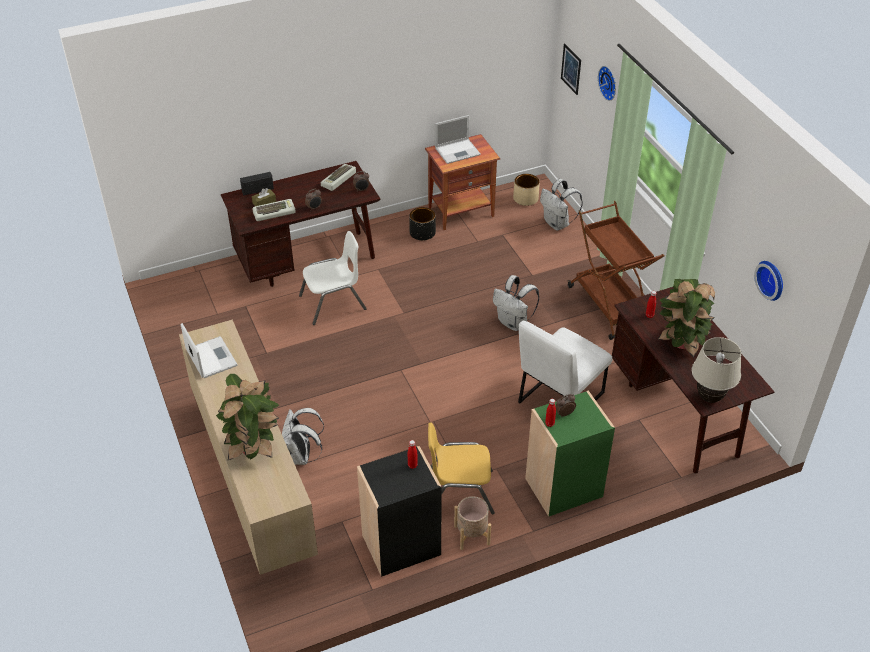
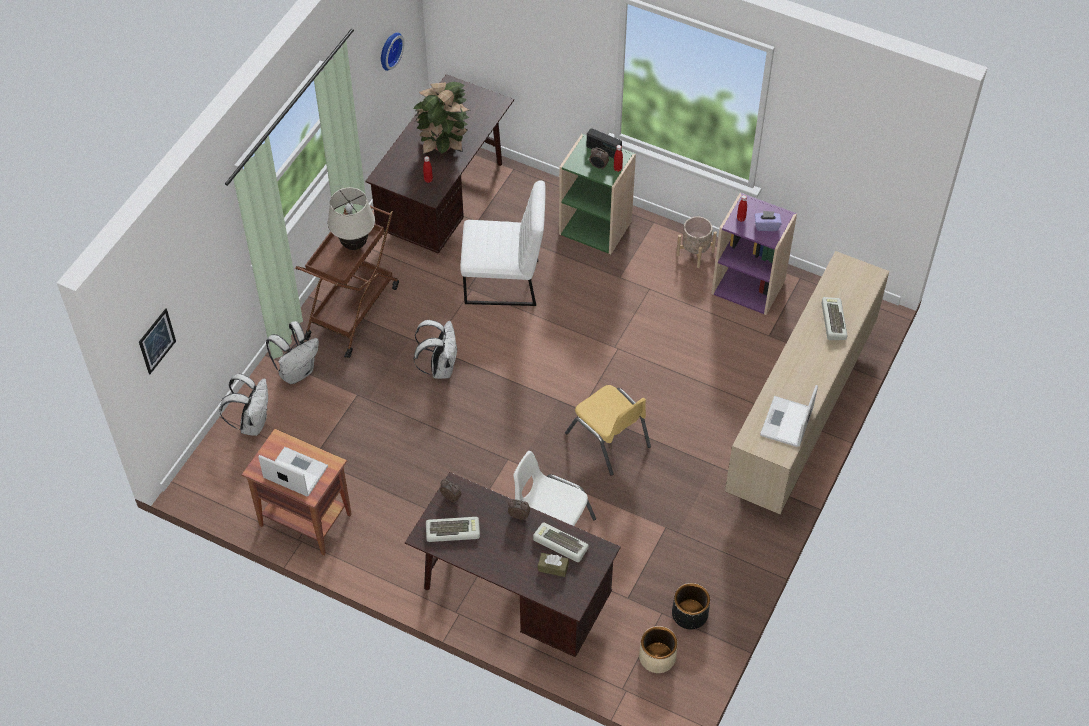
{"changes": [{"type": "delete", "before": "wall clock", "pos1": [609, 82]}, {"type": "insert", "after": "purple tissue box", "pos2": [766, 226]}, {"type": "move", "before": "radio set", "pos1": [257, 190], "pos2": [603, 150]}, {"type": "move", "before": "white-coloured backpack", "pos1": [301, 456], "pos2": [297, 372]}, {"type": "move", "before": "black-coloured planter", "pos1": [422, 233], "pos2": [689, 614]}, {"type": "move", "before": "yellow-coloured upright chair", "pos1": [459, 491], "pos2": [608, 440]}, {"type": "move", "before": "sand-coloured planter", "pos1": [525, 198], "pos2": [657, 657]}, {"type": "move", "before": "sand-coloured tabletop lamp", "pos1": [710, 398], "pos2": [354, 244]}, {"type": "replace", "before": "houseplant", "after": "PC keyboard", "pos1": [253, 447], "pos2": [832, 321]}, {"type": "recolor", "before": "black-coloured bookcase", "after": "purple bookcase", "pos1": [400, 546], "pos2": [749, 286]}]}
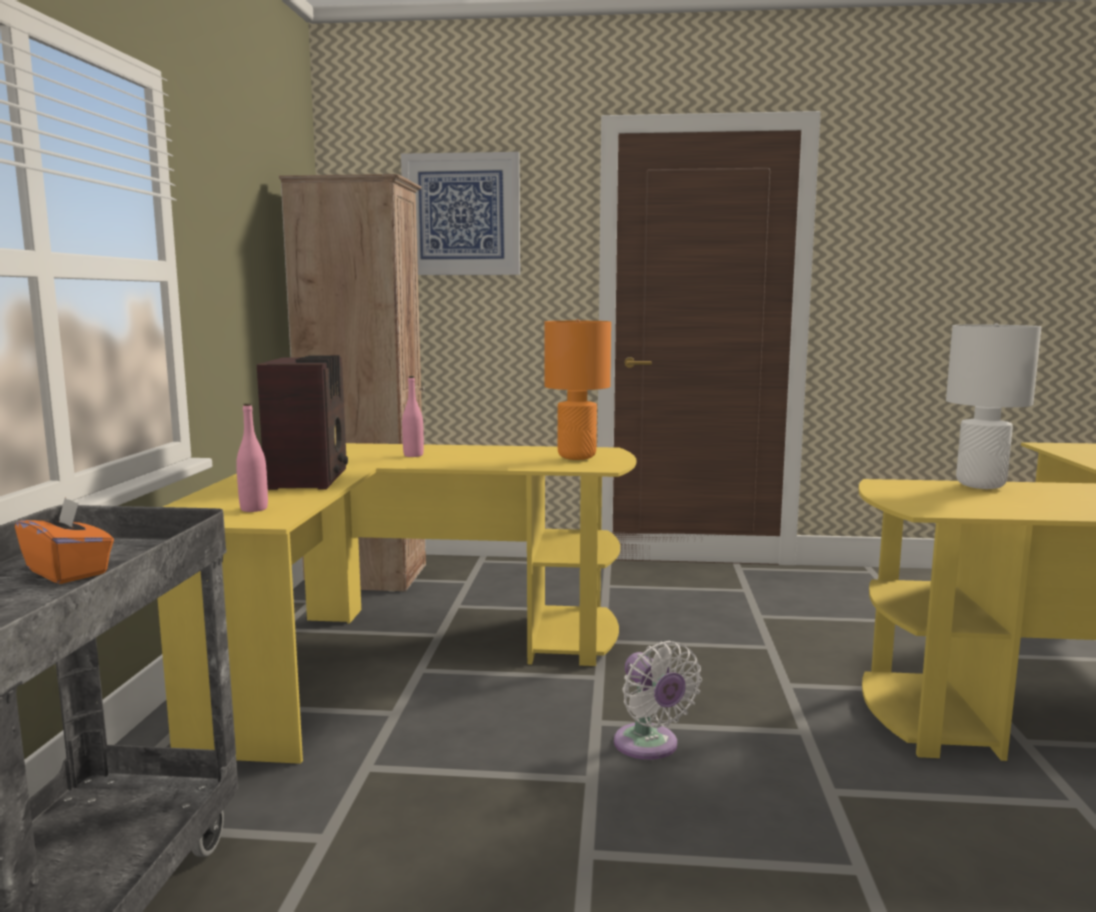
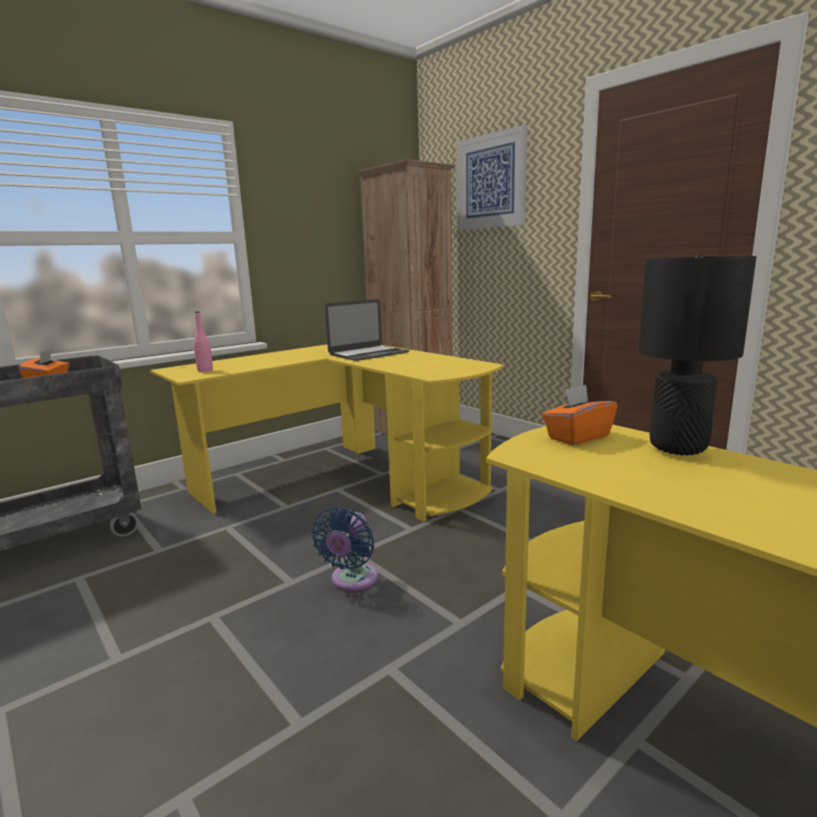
{"changes": [{"type": "delete", "before": "radio set", "pos1": [310, 479]}, {"type": "delete", "before": "orange tabletop lamp", "pos1": [577, 458]}, {"type": "insert", "after": "orange tissue box", "pos2": [577, 437]}, {"type": "replace", "before": "pinkish bottle", "after": "portable computer", "pos1": [413, 455], "pos2": [368, 353]}, {"type": "recolor", "before": "white-coloured electric fan", "after": "blue electric fan", "pos1": [649, 746], "pos2": [352, 581]}, {"type": "recolor", "before": "white-coloured tabletop lamp", "after": "black-coloured tabletop lamp", "pos1": [979, 486], "pos2": [677, 450]}]}
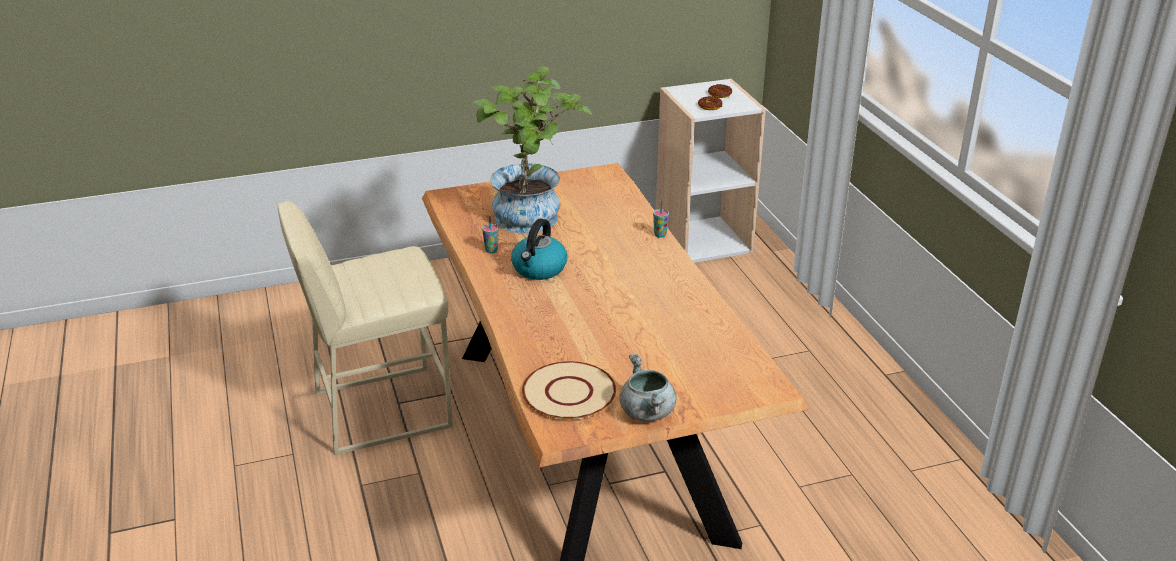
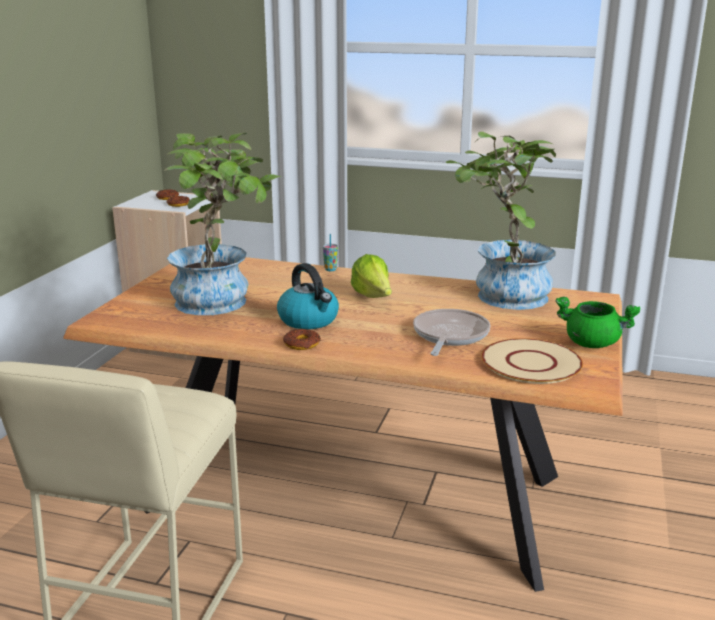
{"changes": [{"type": "delete", "before": "small cup", "pos1": [491, 250]}, {"type": "insert", "after": "doughnut", "pos2": [302, 344]}, {"type": "insert", "after": "lettuce", "pos2": [373, 297]}, {"type": "insert", "after": "frying pan", "pos2": [449, 336]}, {"type": "insert", "after": "houseplant", "pos2": [501, 295]}, {"type": "recolor", "before": "gray saucepot", "after": "green-coloured saucepot", "pos1": [647, 412], "pos2": [592, 343]}]}
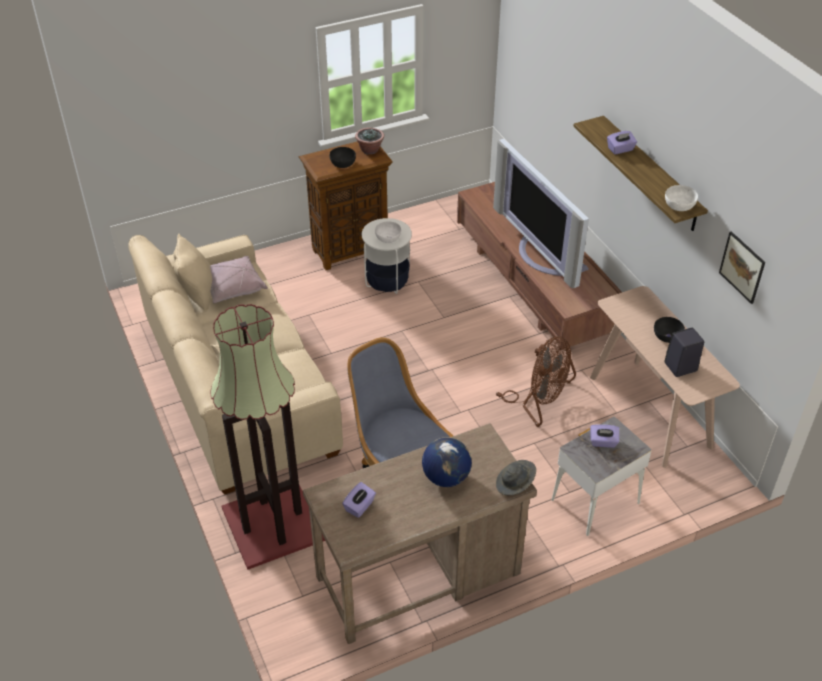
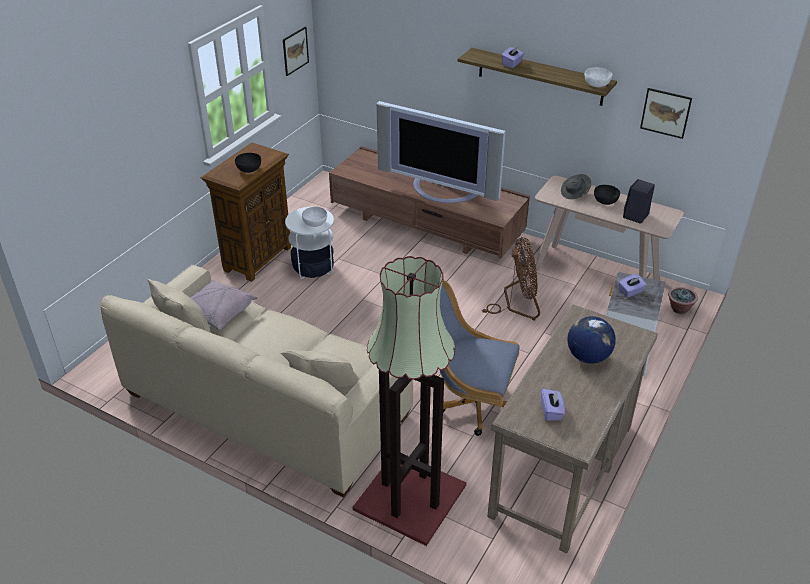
{"changes": [{"type": "insert", "after": "wall art", "pos2": [295, 51]}, {"type": "move", "before": "houseplant", "pos1": [370, 150], "pos2": [679, 309]}, {"type": "move", "before": "gray wearable hat", "pos1": [515, 484], "pos2": [575, 193]}]}
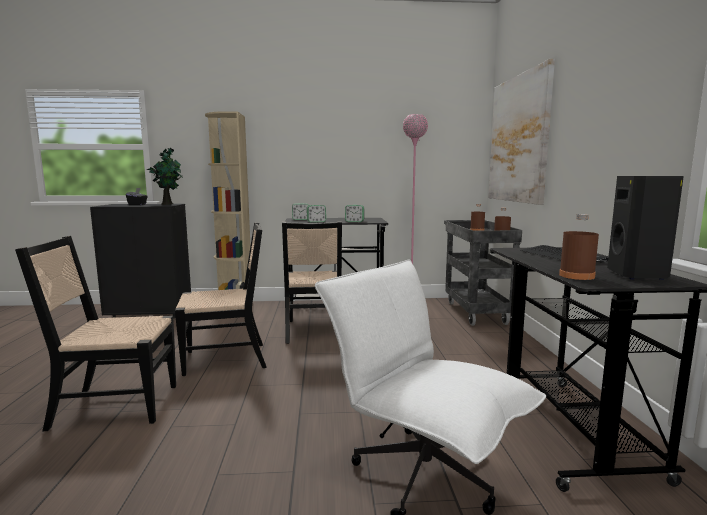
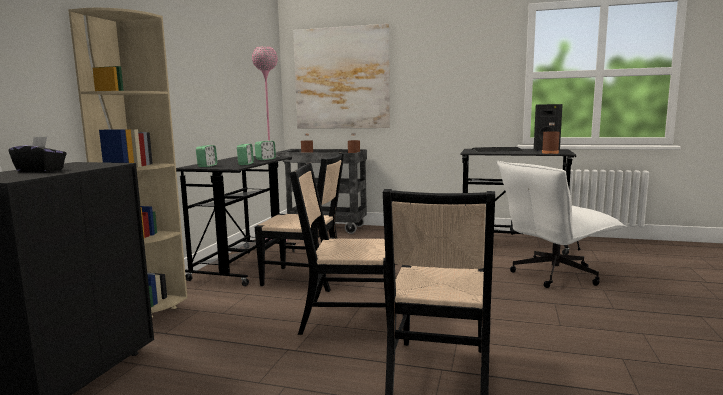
{"changes": [{"type": "delete", "before": "houseplant", "pos1": [168, 204]}, {"type": "rotate", "before": "upright chair", "pos1": [226, 359], "pos2": [348, 319], "turn": -90}]}
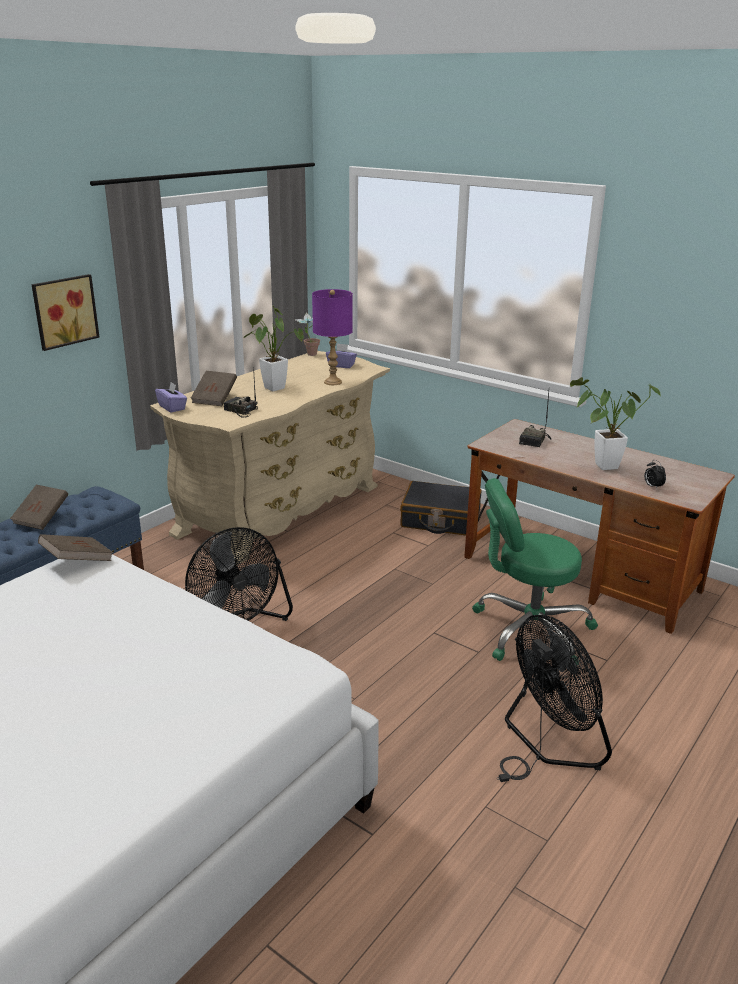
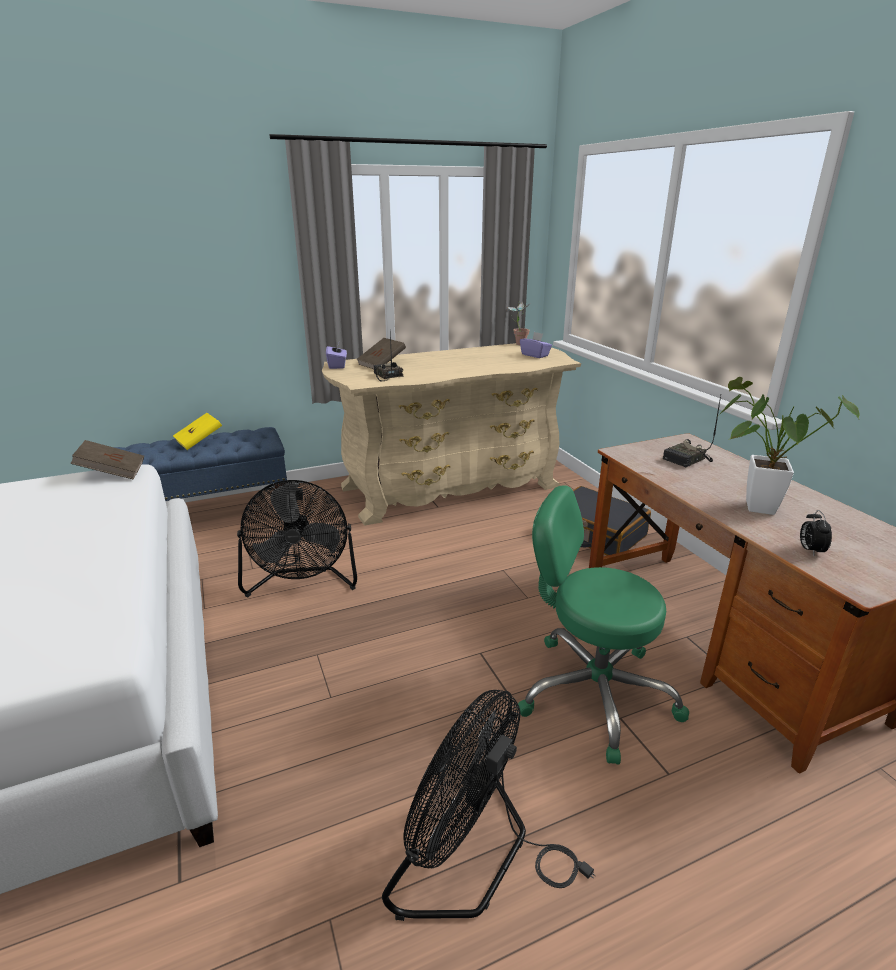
{"changes": [{"type": "delete", "before": "wall art", "pos1": [64, 311]}, {"type": "delete", "before": "houseplant", "pos1": [272, 387]}, {"type": "delete", "before": "purple tabletop lamp", "pos1": [332, 382]}, {"type": "recolor", "before": "brown-coloured bound book", "after": "yellow-coloured bound book", "pos1": [42, 518], "pos2": [199, 441]}, {"type": "rotate", "before": "black-coloured electric fan", "pos1": [541, 740], "pos2": [483, 853], "turn": -150}]}
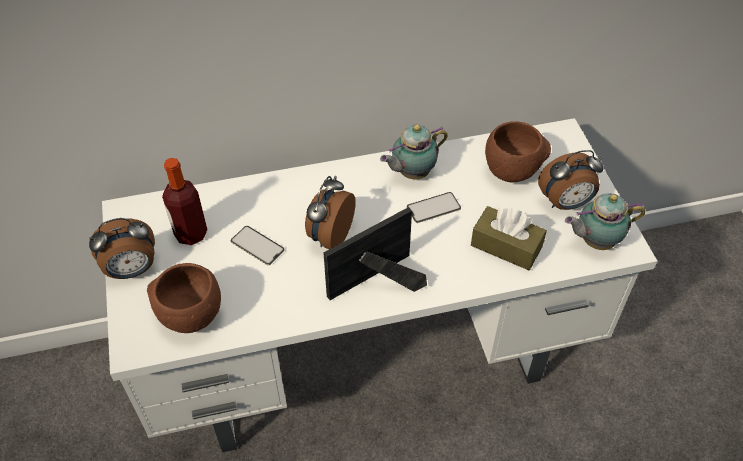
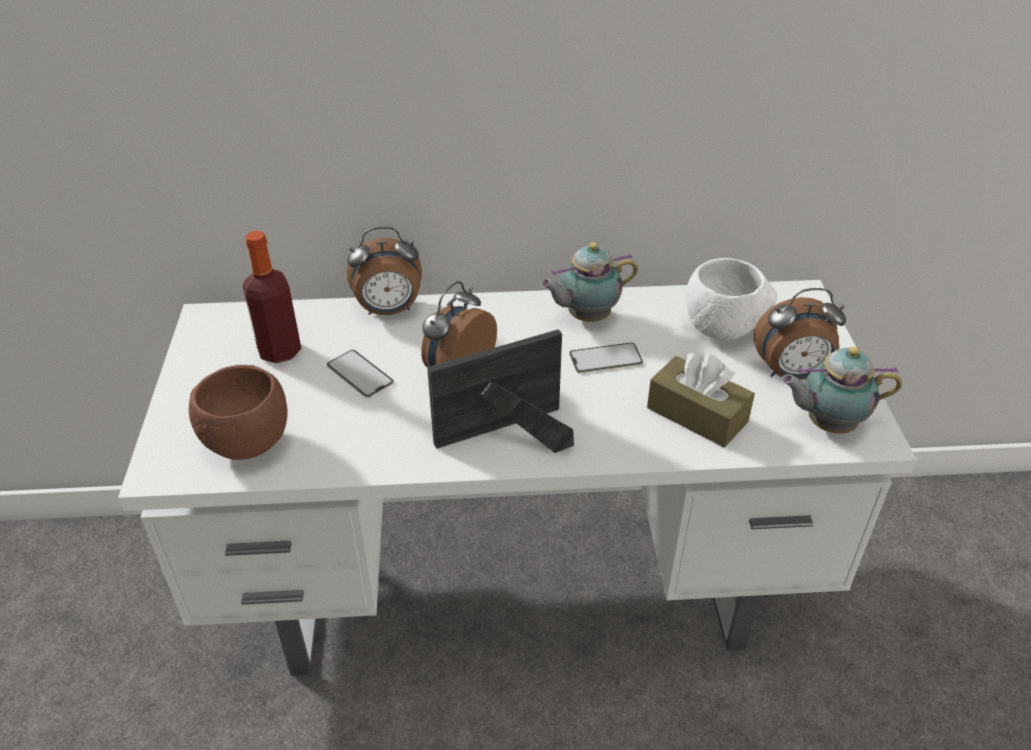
{"changes": [{"type": "move", "before": "table clock", "pos1": [132, 270], "pos2": [389, 310]}, {"type": "recolor", "before": "brown-coloured bowl", "after": "white-coloured bowl", "pos1": [512, 172], "pos2": [722, 330]}]}
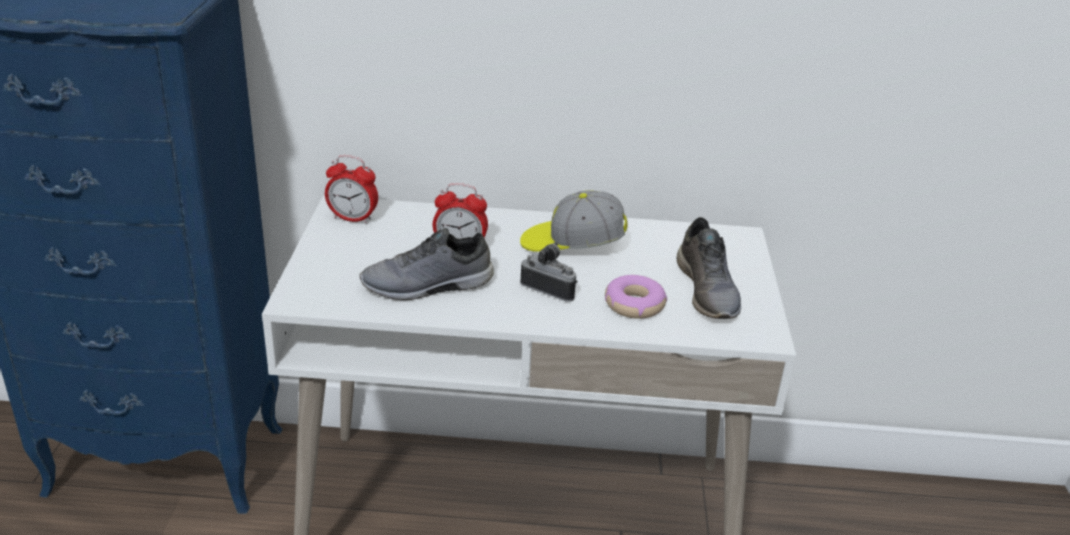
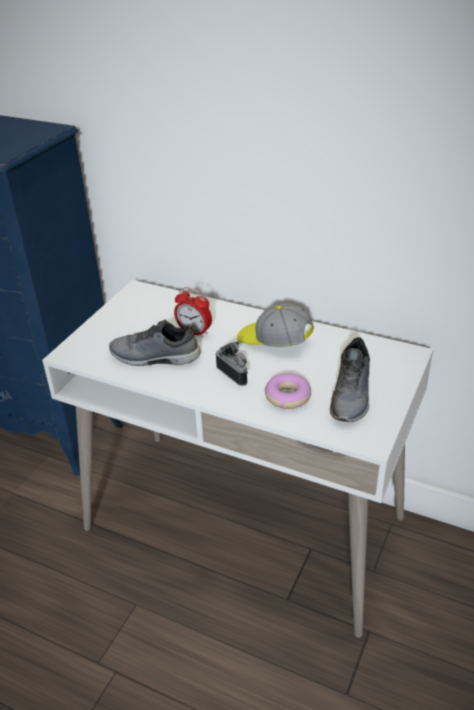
{"changes": [{"type": "delete", "before": "table clock", "pos1": [353, 219]}]}
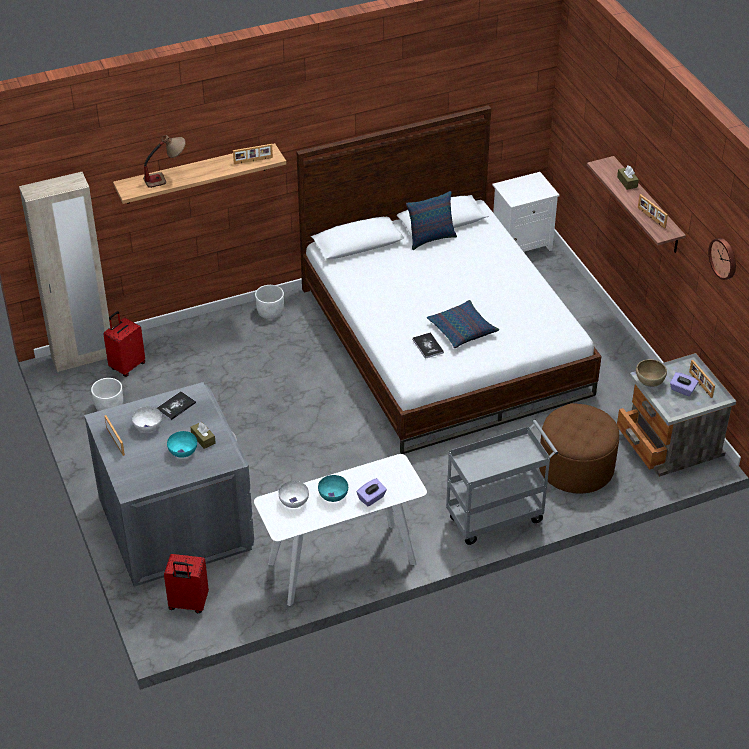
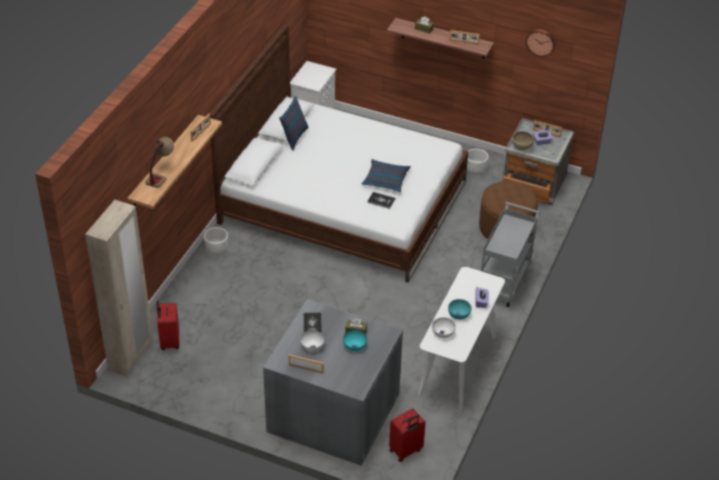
{"changes": [{"type": "move", "before": "white-coloured planter", "pos1": [109, 407], "pos2": [476, 170]}]}
